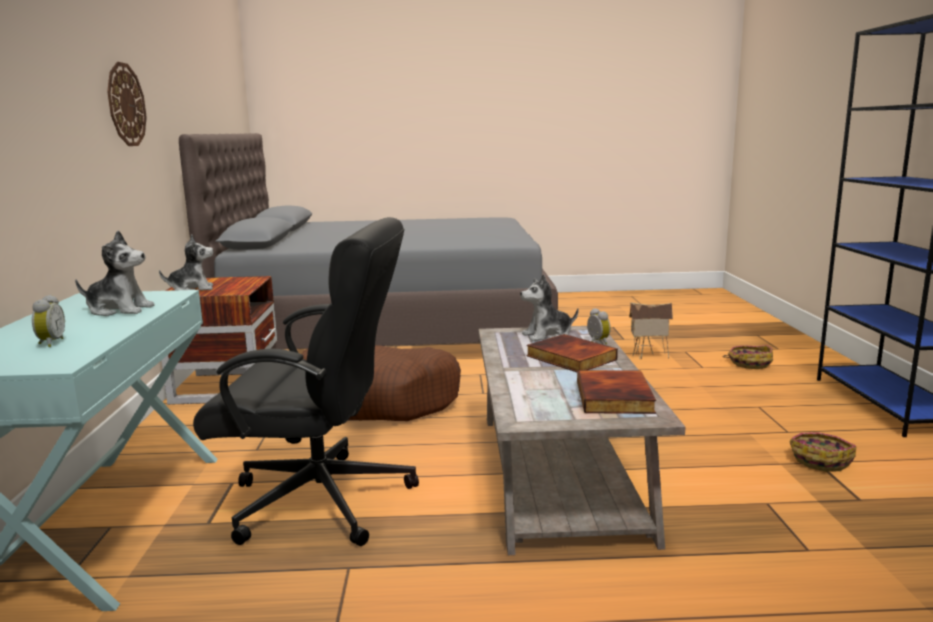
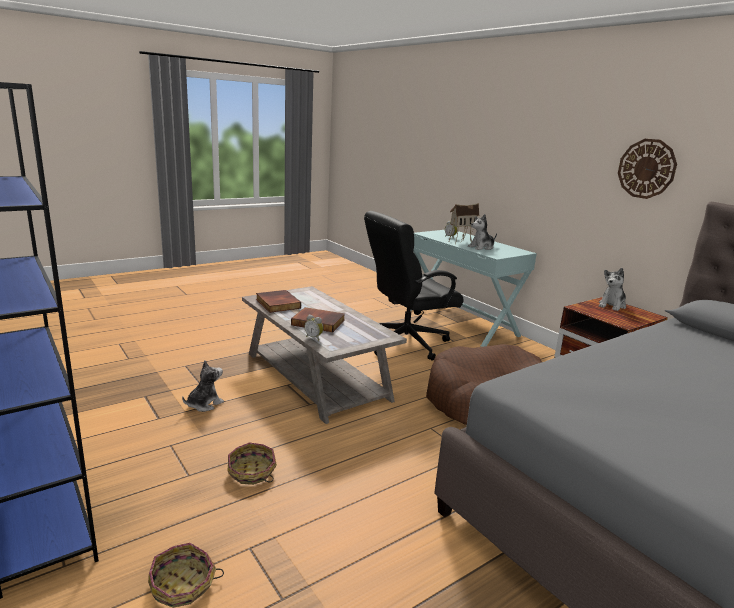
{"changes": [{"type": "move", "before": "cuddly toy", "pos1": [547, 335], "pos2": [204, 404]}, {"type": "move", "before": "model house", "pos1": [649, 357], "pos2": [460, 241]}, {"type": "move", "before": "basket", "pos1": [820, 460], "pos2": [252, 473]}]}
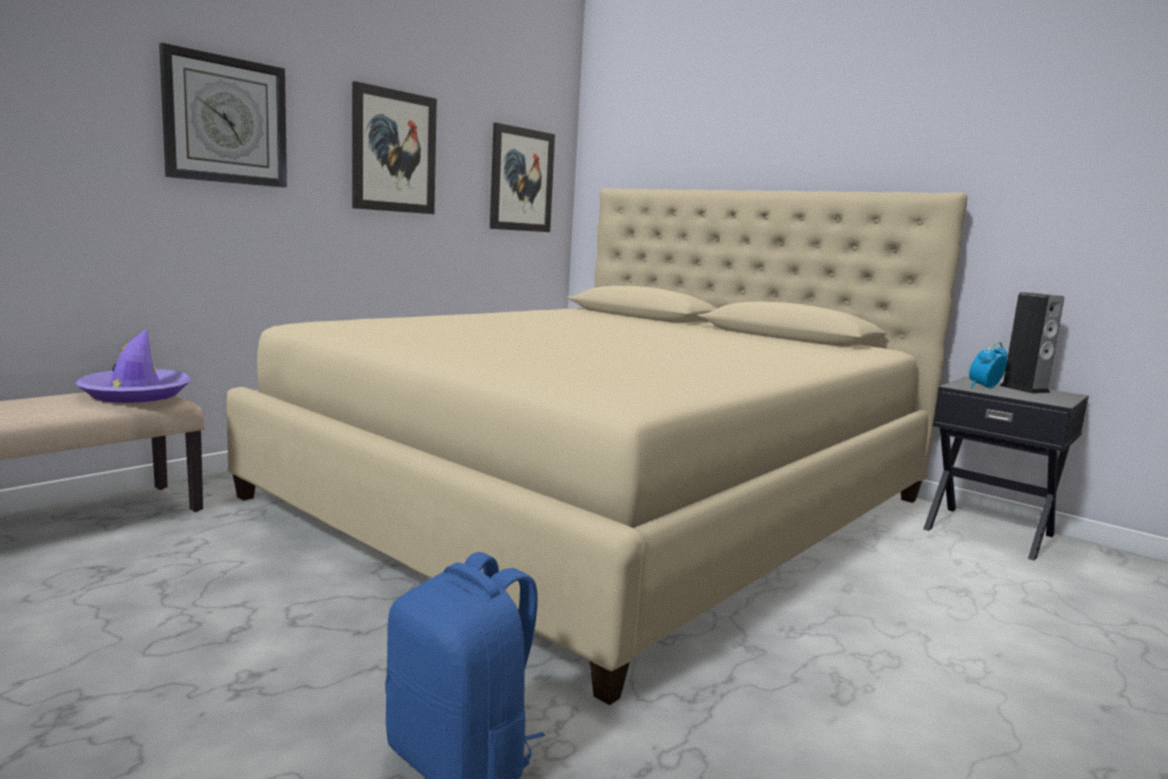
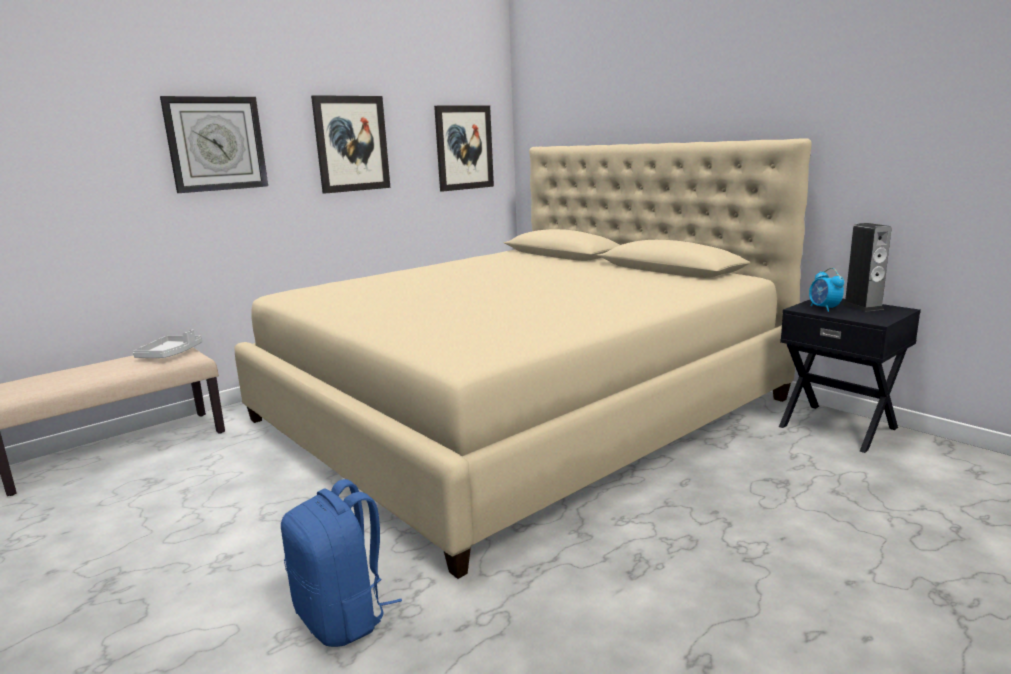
{"changes": [{"type": "replace", "before": "purple wearable hat", "after": "gray serving tray", "pos1": [136, 394], "pos2": [170, 354]}, {"type": "rotate", "before": "table clock", "pos1": [984, 388], "pos2": [824, 308], "turn": -75}]}
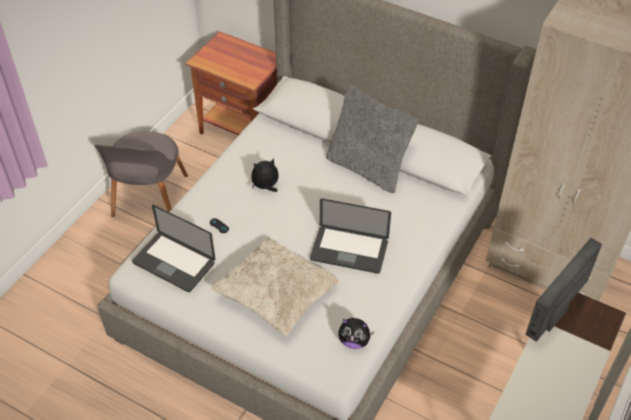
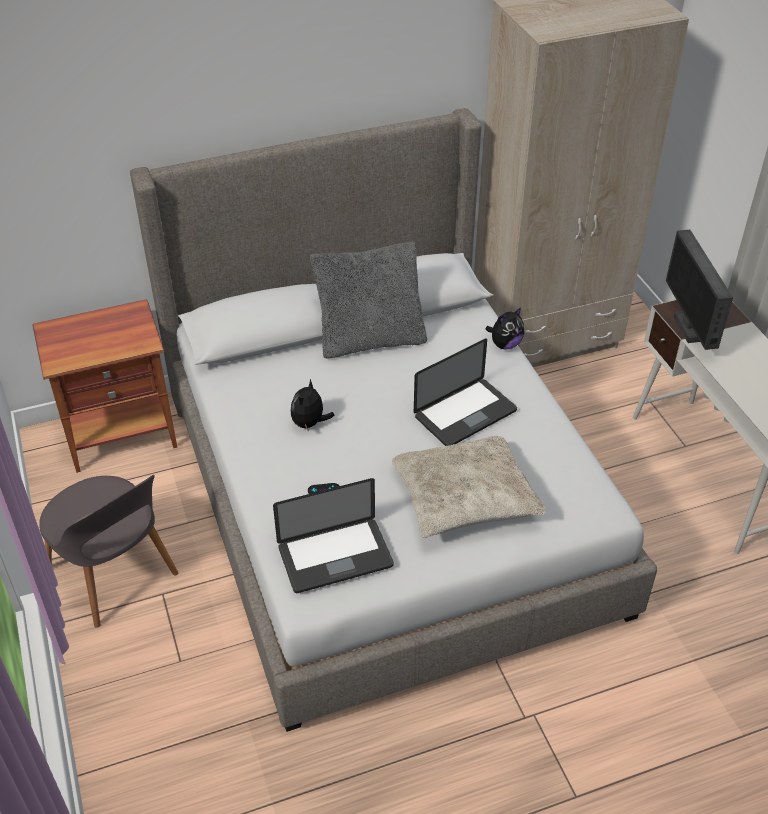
{"changes": [{"type": "move", "before": "cuddly toy", "pos1": [354, 341], "pos2": [505, 344]}]}
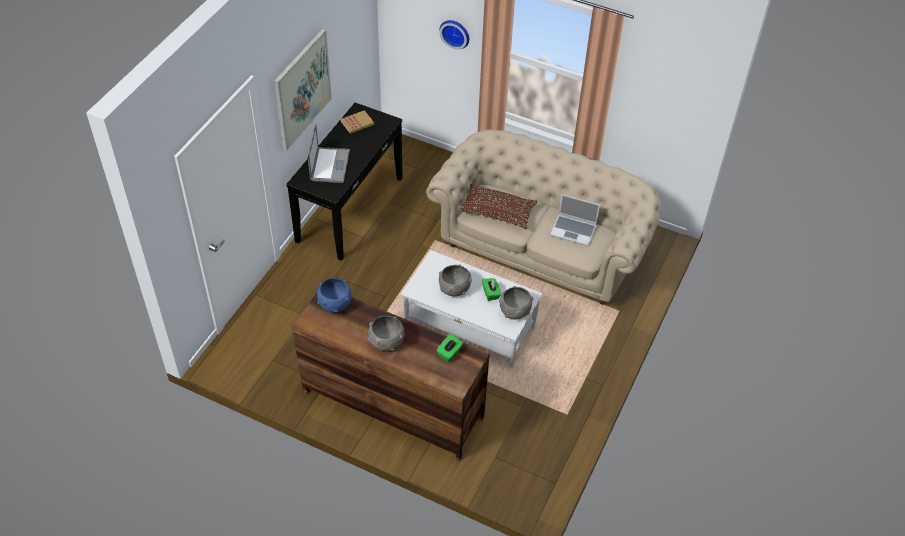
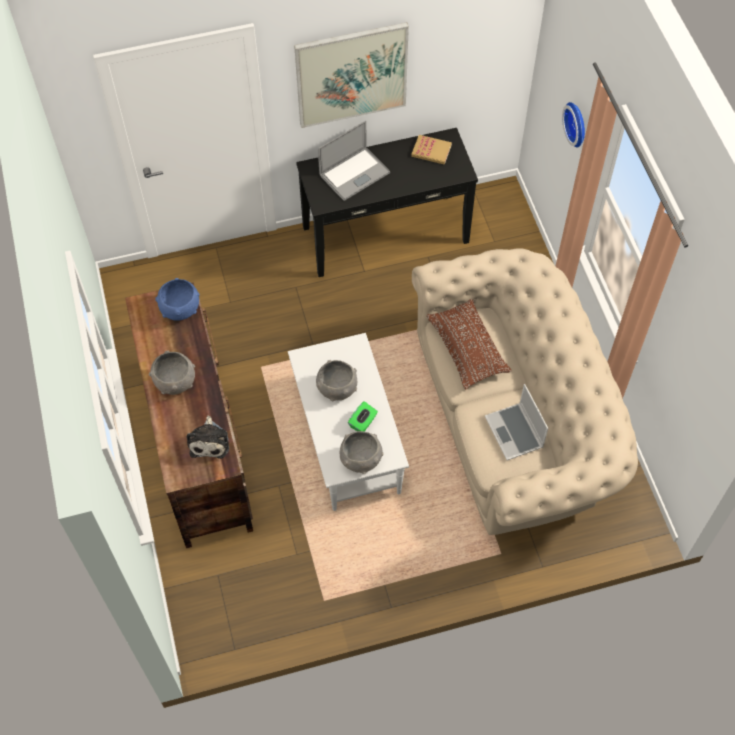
{"changes": [{"type": "replace", "before": "green-coloured tissue box", "after": "cuddly toy", "pos1": [449, 353], "pos2": [209, 441]}]}
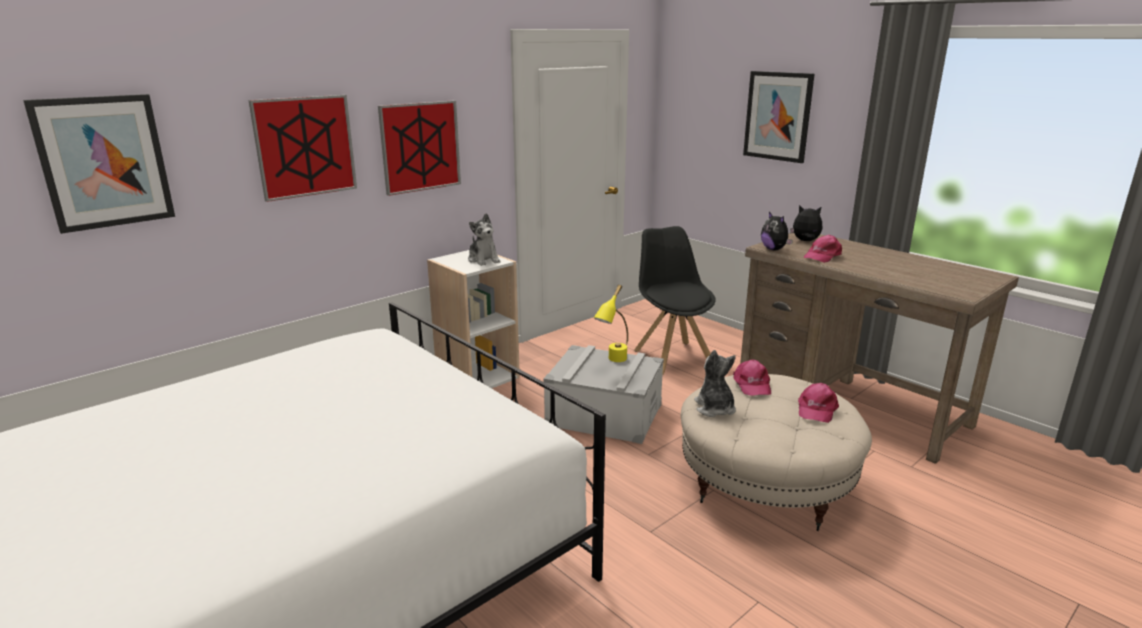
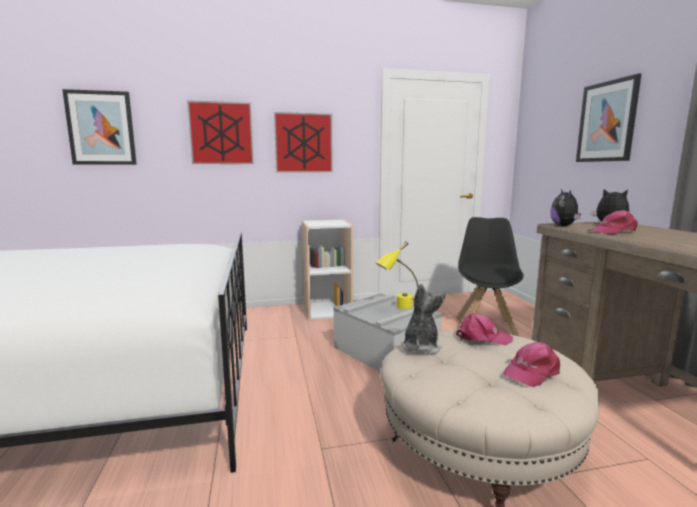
{"changes": [{"type": "delete", "before": "cuddly toy", "pos1": [483, 260]}, {"type": "rotate", "before": "pinkish peaked cap", "pos1": [752, 384], "pos2": [482, 337], "turn": -105}]}
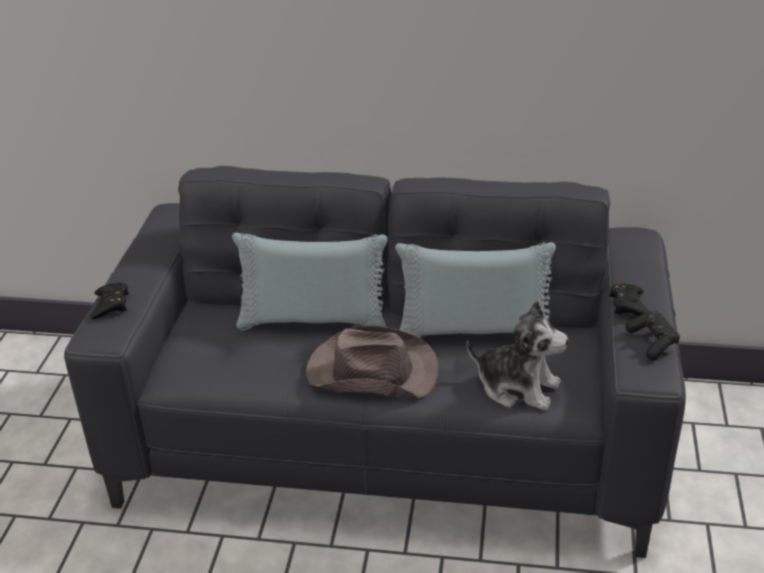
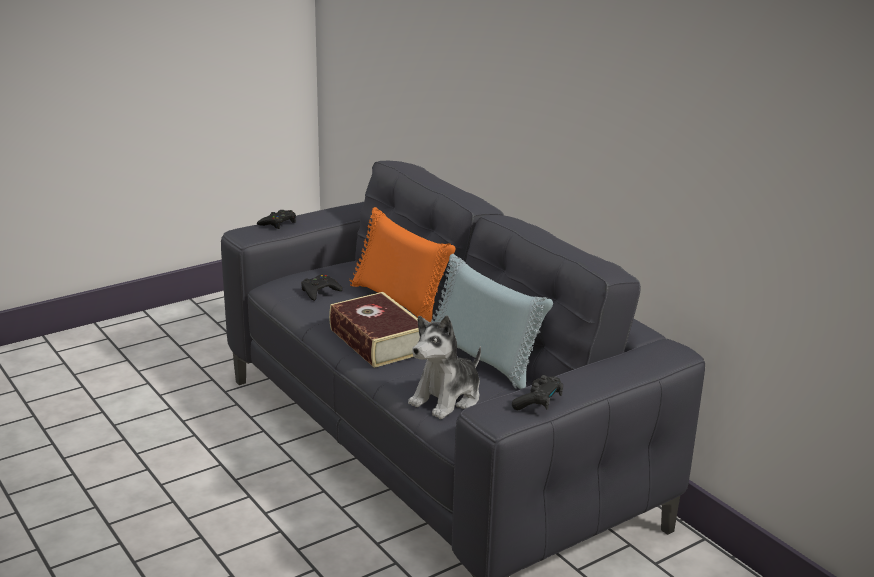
{"changes": [{"type": "move", "before": "black-coloured gamepad", "pos1": [629, 305], "pos2": [319, 291]}, {"type": "replace", "before": "brown-coloured wearable hat", "after": "bound book", "pos1": [370, 371], "pos2": [378, 341]}, {"type": "recolor", "before": "blue cushion", "after": "orange cushion", "pos1": [313, 320], "pos2": [400, 302]}, {"type": "rotate", "before": "cuddly toy", "pos1": [517, 387], "pos2": [447, 399], "turn": 60}]}
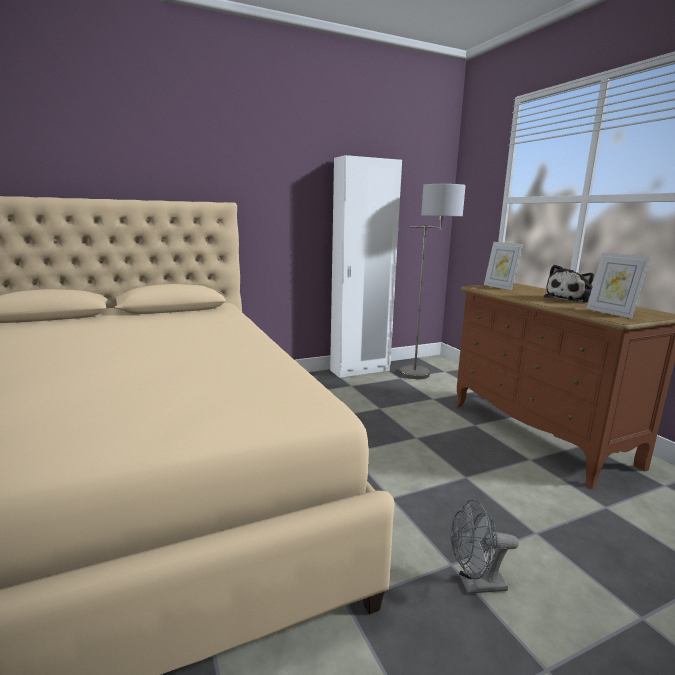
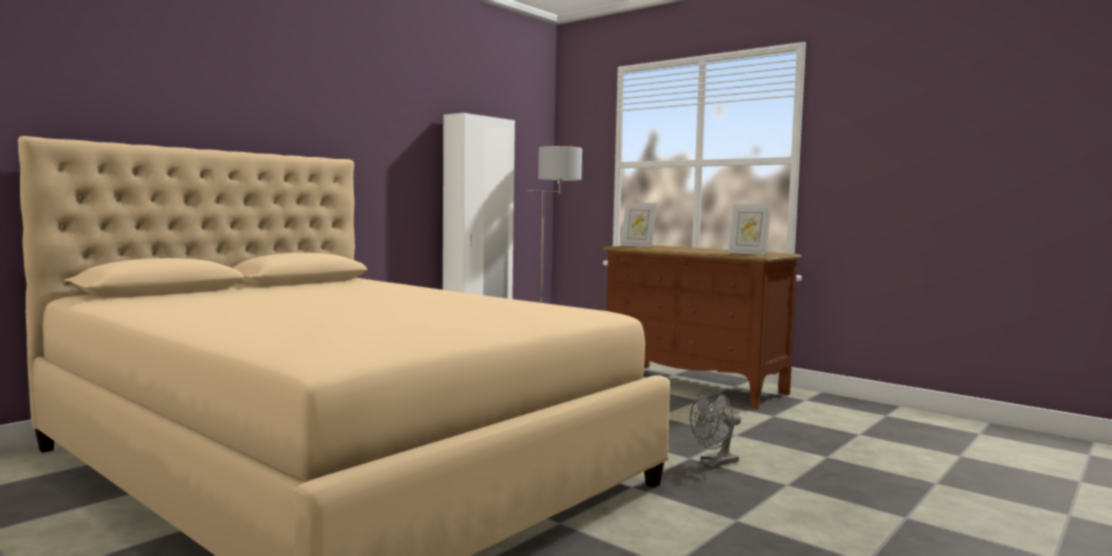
{"changes": [{"type": "delete", "before": "cuddly toy", "pos1": [570, 299]}]}
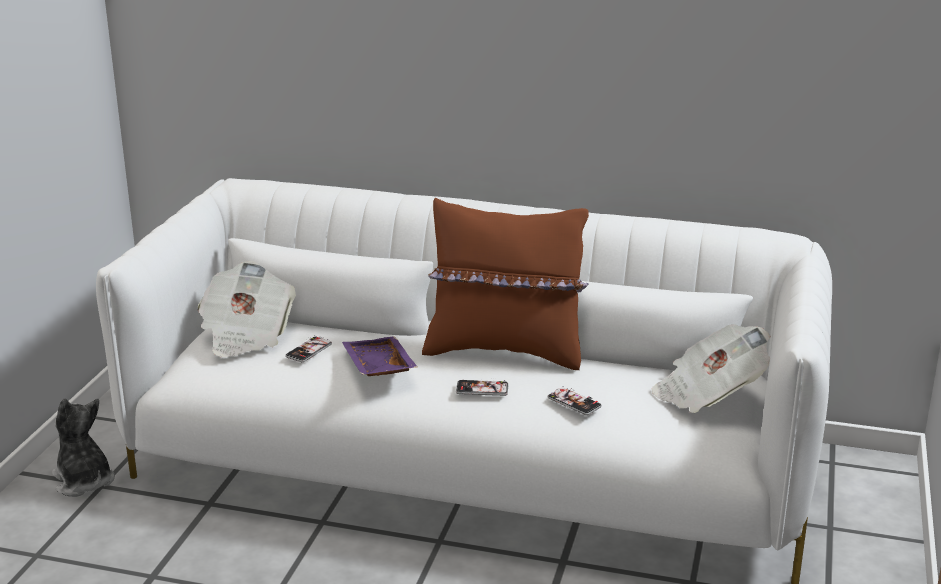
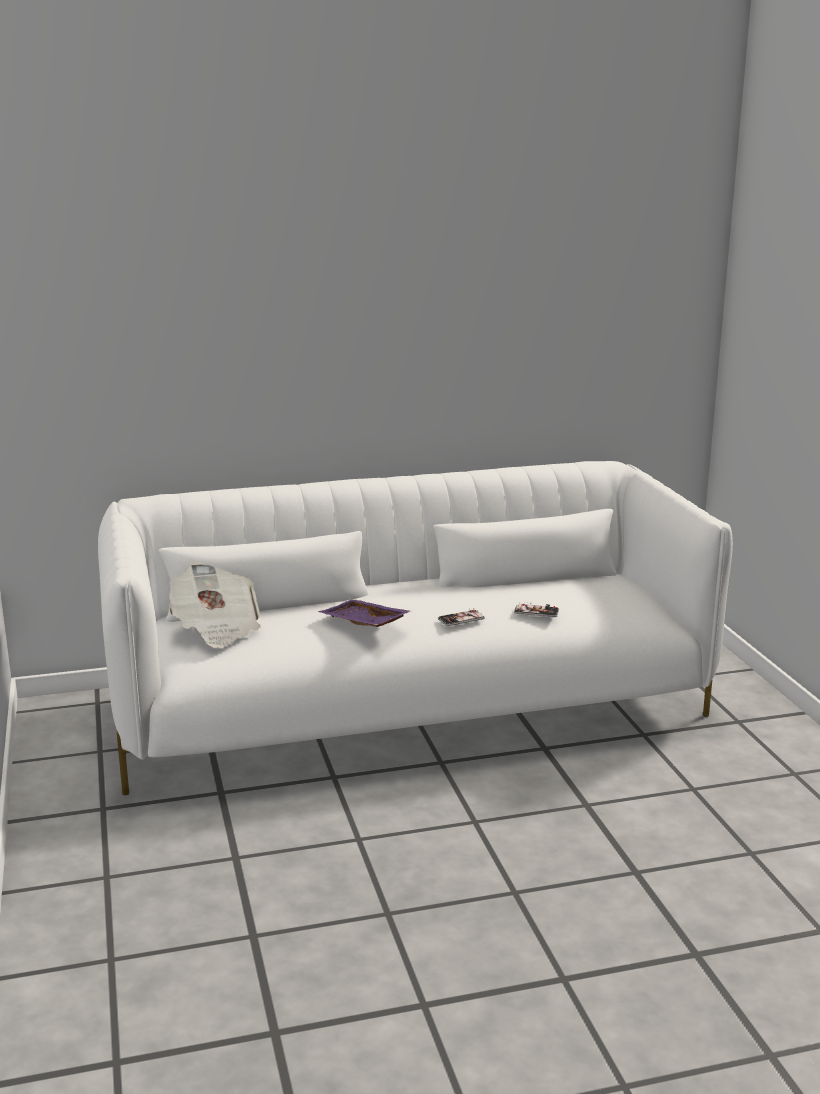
{"changes": [{"type": "delete", "before": "cuddly toy", "pos1": [84, 481]}, {"type": "delete", "before": "handset", "pos1": [309, 350]}, {"type": "delete", "before": "brown-coloured cushion", "pos1": [505, 351]}, {"type": "delete", "before": "daily paper", "pos1": [708, 394]}]}
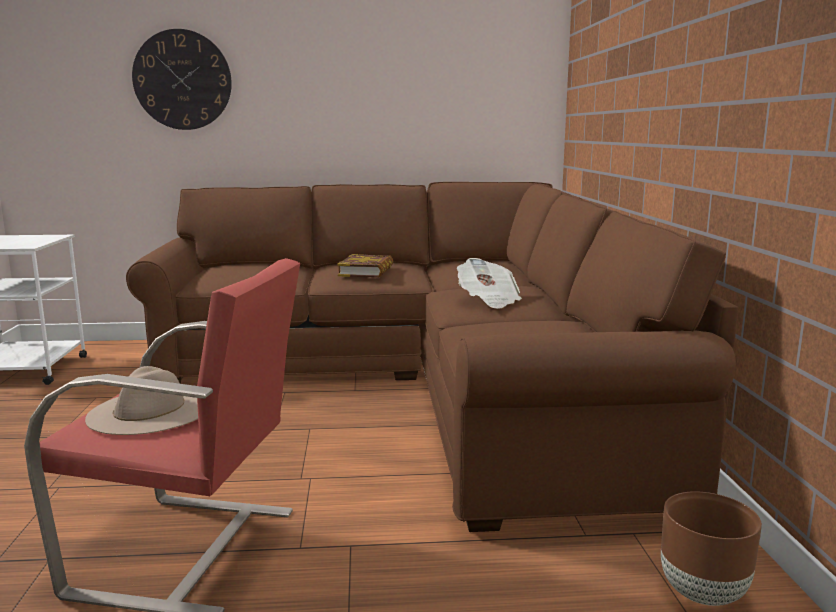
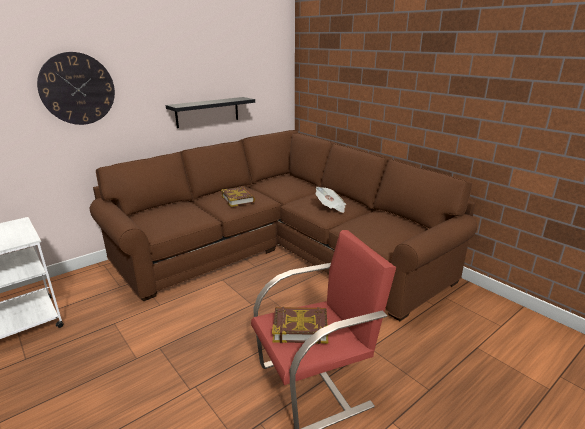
{"changes": [{"type": "delete", "before": "brown-coloured planter", "pos1": [704, 593]}, {"type": "insert", "after": "black-coloured bracket shelf", "pos2": [207, 112]}, {"type": "replace", "before": "sand-coloured wearable hat", "after": "bound book", "pos1": [149, 411], "pos2": [300, 328]}]}
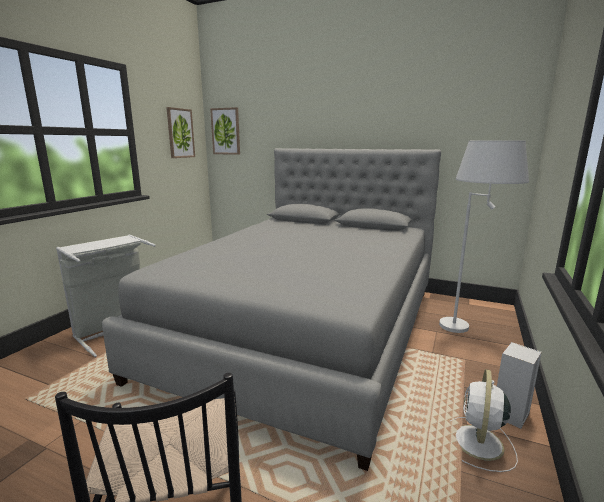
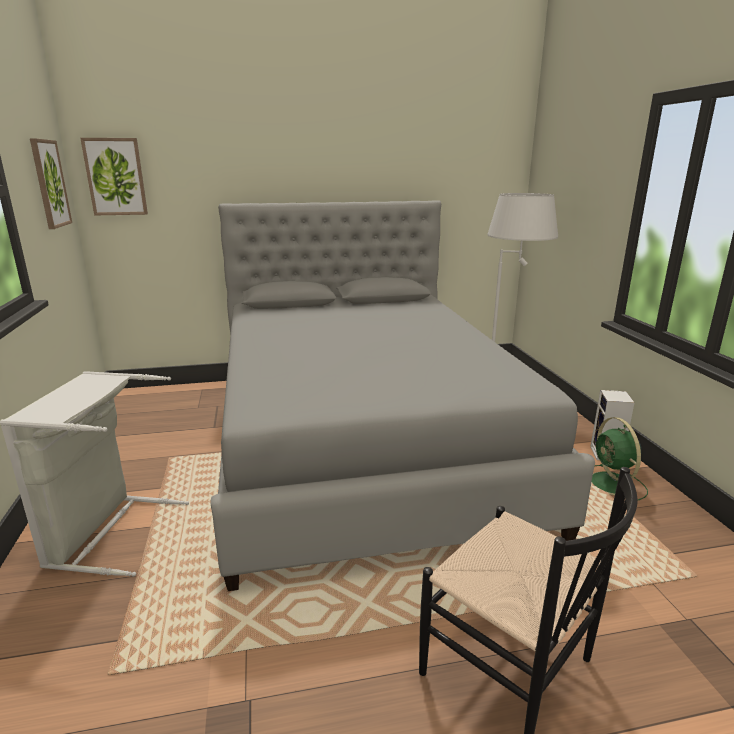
{"changes": [{"type": "recolor", "before": "white-coloured electric fan", "after": "green-coloured electric fan", "pos1": [478, 443], "pos2": [612, 484]}]}
